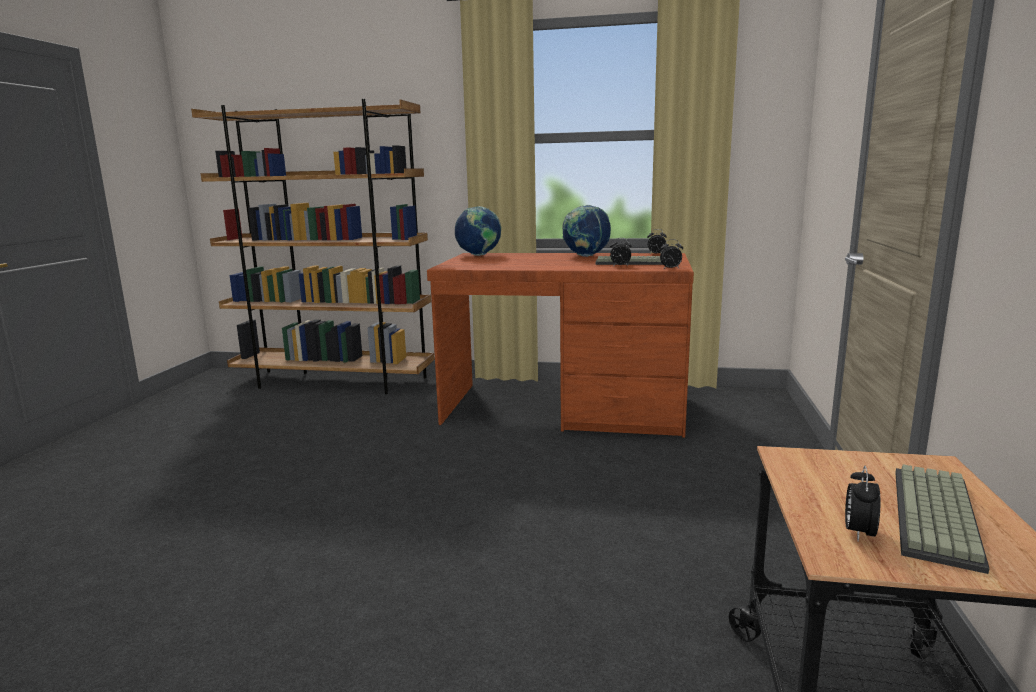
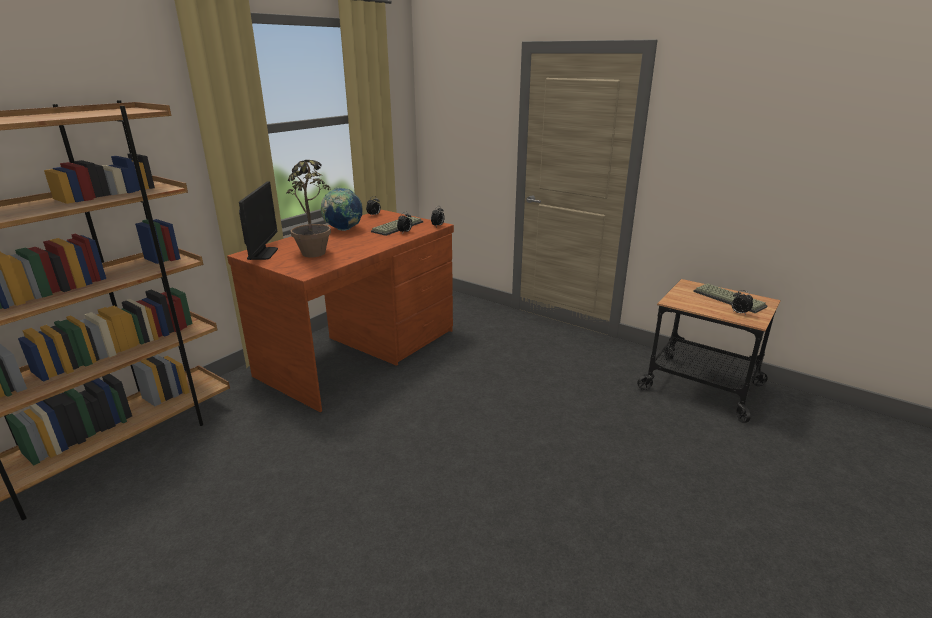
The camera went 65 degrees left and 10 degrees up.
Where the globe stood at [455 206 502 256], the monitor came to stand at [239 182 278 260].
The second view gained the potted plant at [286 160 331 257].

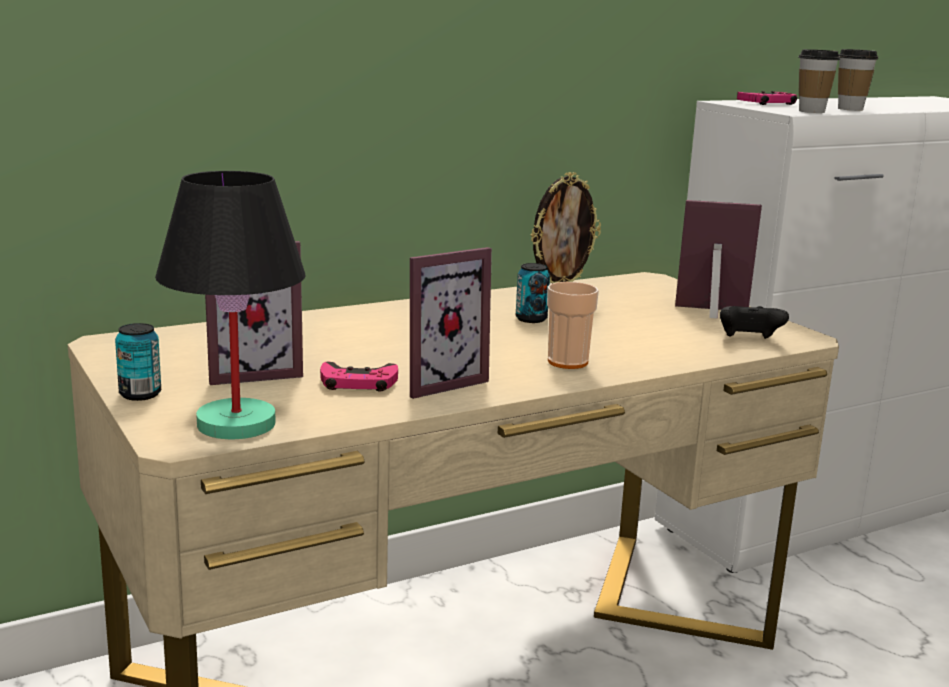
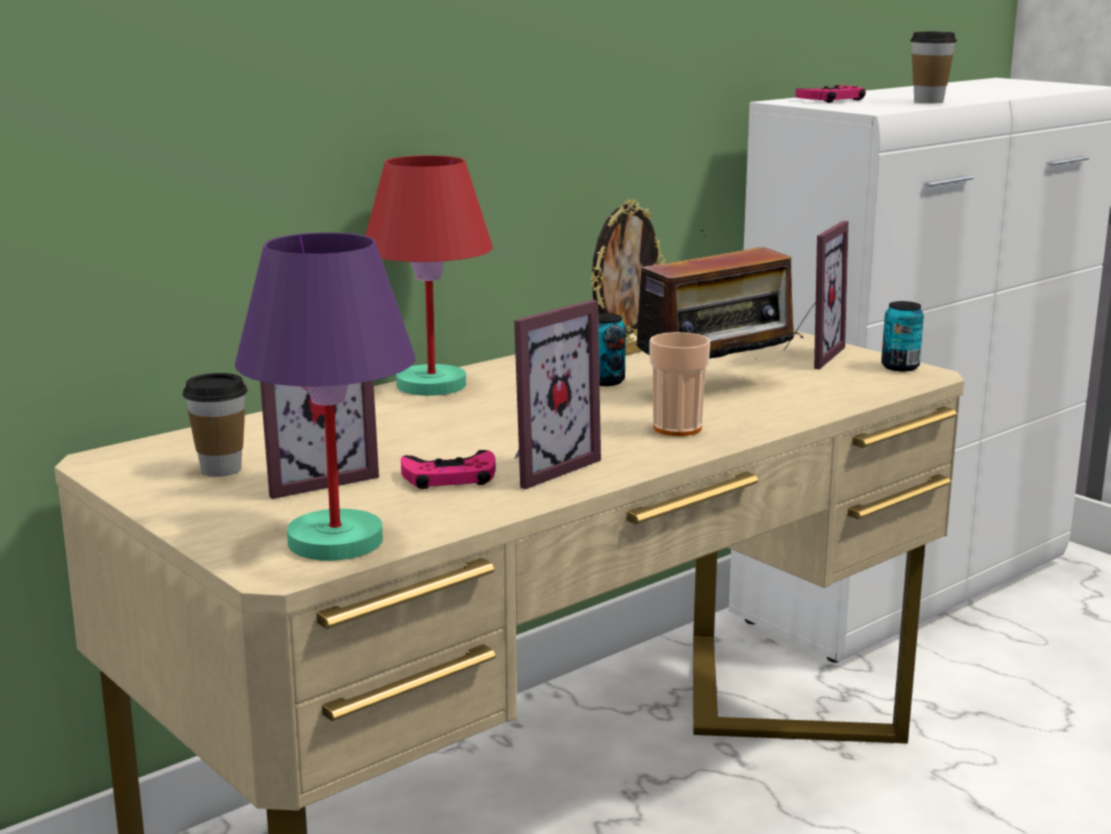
The camera went 10 degrees left and 0 degrees up.
The cup ended up elsewhere, having gone from [798 49 840 113] to [183 373 248 477].
What was the black table lamp at [155 171 305 439] turned into the purple table lamp at [235 232 416 561].
The second view gained the red table lamp at [365 155 493 396].
The second view gained the radio at [622 229 803 359].
The picture frame at [675 200 762 319] ended up facing another way, 120 degrees clockwise from before.
The can ended up elsewhere, having gone from [115 323 161 401] to [881 301 924 371].
The second view lost the black game controller at [720 306 789 339].

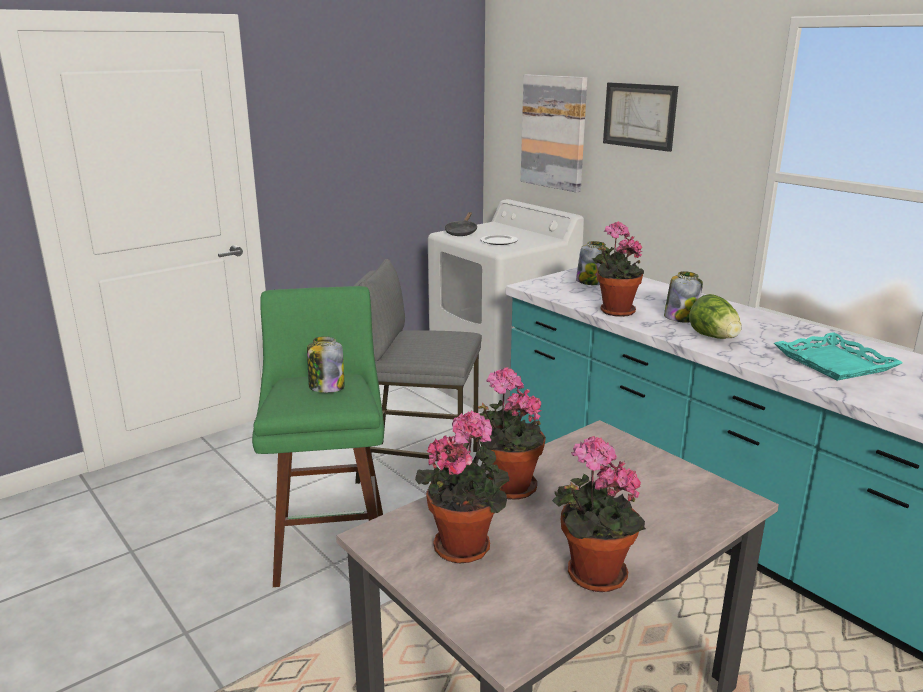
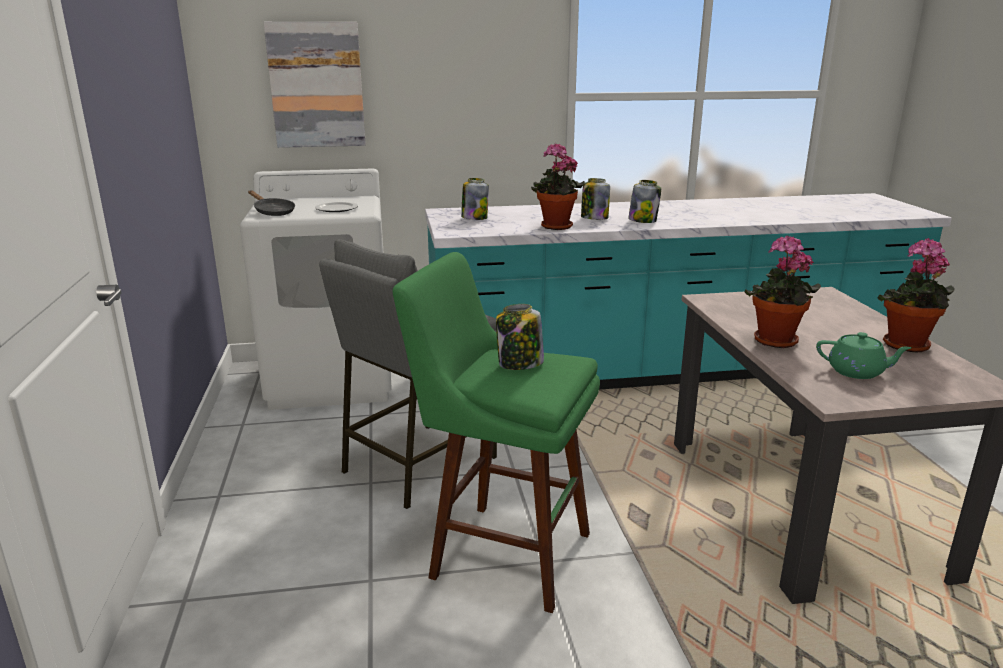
The camera went 60 degrees left and 0 degrees up.
Where the lettuce stood at [689 294 742 339], the jar came to stand at [628 180 661 223].
Where the potted plant stood at [415 410 509 563], the green teapot came to stand at [816 332 912 379].
The second view lost the picture at [603 82 678 152].
The second view lost the turquoise tray at [774 332 903 381].

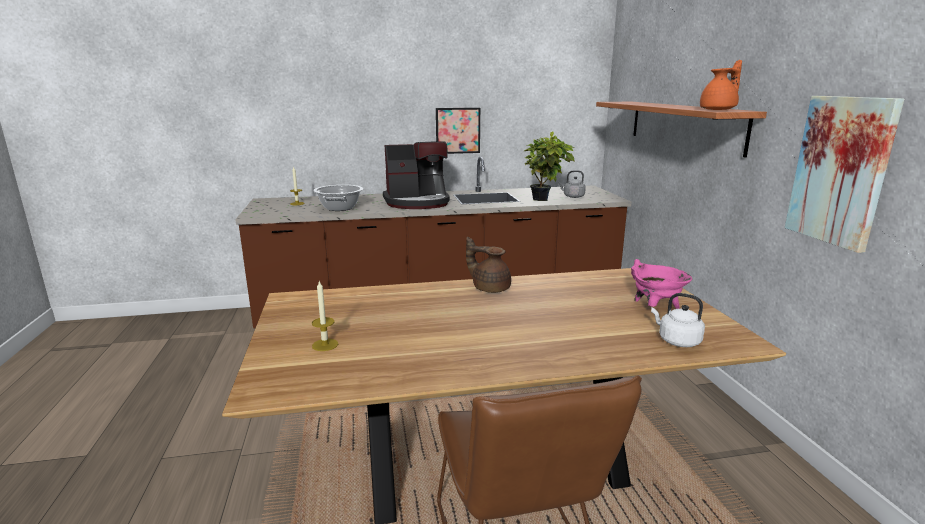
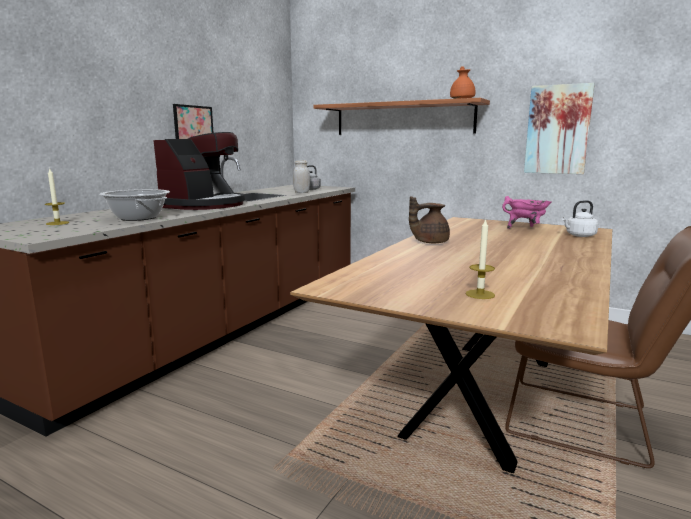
The camera went 50 degrees left and 5 degrees down.
Where the potted plant stood at [524 131 575 201], the white jar came to stand at [293 160 310 193].

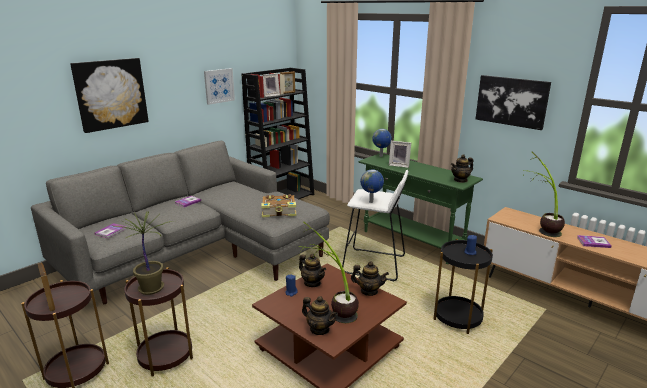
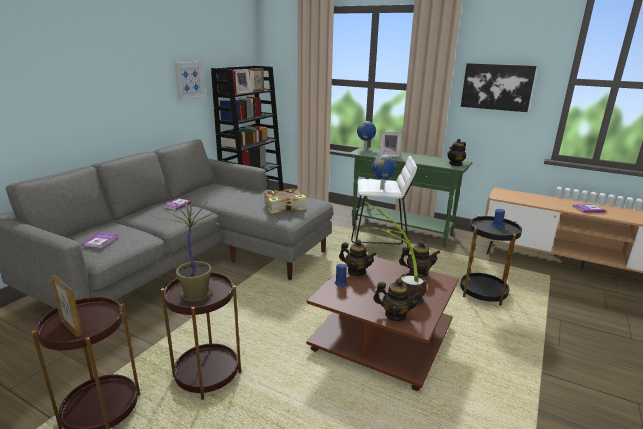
The camera went 15 degrees left and 0 degrees up.
The second view lost the picture at [70 58 149 133].
The second view lost the potted plant at [524 152 565 237].

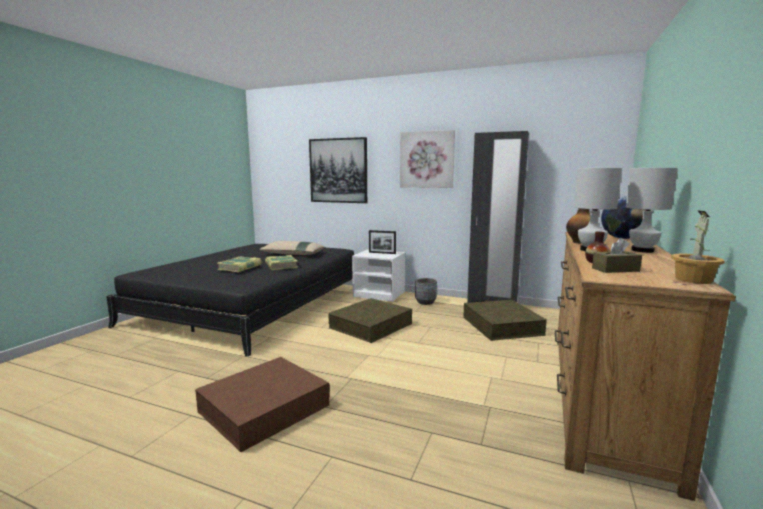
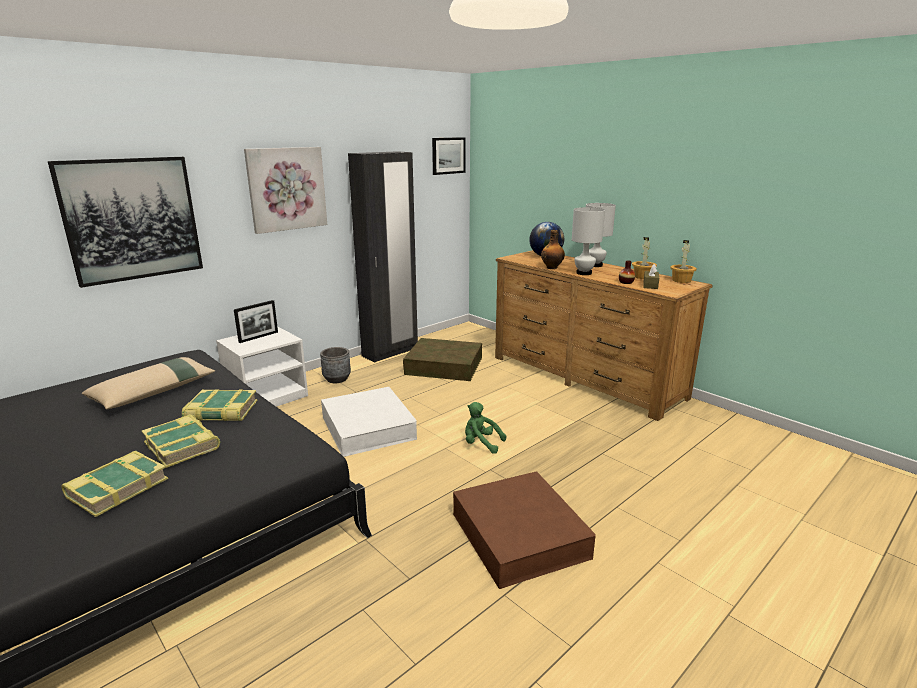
The camera went 65 degrees left and 10 degrees up.
The second view gained the book at [62 451 168 517].
What was the brown storage box at [328 298 412 343] turned into the white storage box at [321 387 417 457].
The second view gained the picture at [432 137 466 175].
The second view gained the green plush toy at [465 402 506 454].
The second view gained the potted plant at [632 237 657 279].

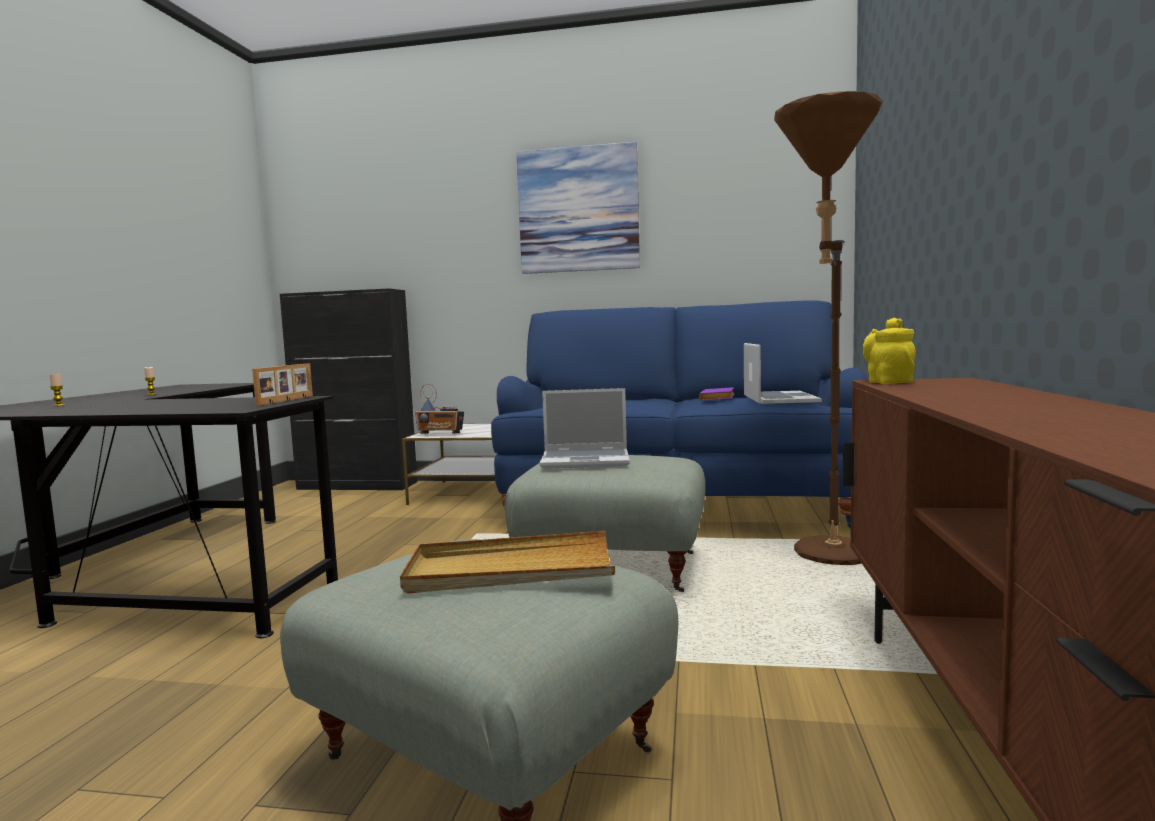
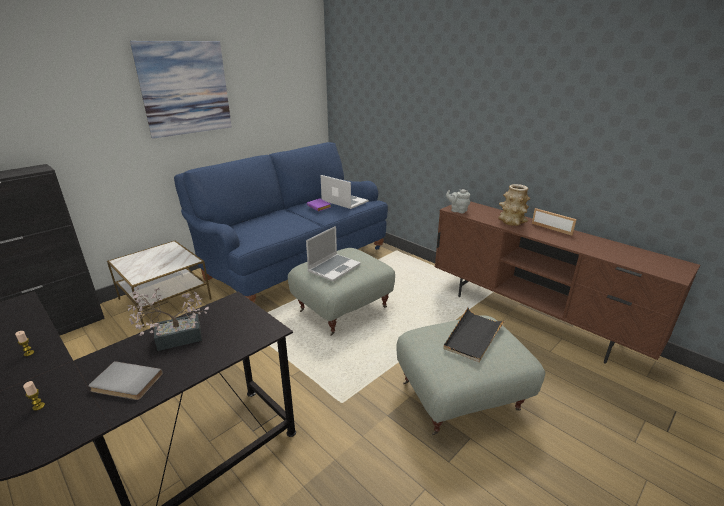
The camera went 55 degrees left and 20 degrees up.
The second view gained the grey book at [88 361 163 400].
The second view gained the potted plant at [128 288 209 351].
What was the beige tray at [400 531 615 594] turned into the black tray at [443 308 506 362].
What was the yellow teapot at [863 318 916 384] turned into the grey teapot at [446 189 470 213].
The second view gained the vase at [498 184 530 226].
The picture frame ended up elsewhere, having gone from [252 363 313 406] to [532 208 577 236].
The second view lost the radio at [415 384 464 434].
The second view lost the brown floor lamp at [774 91 883 565].

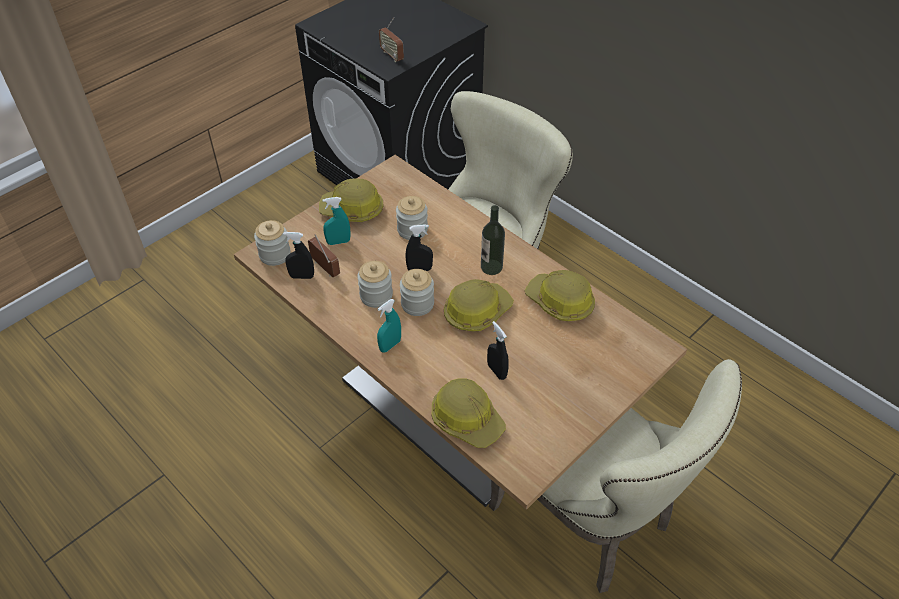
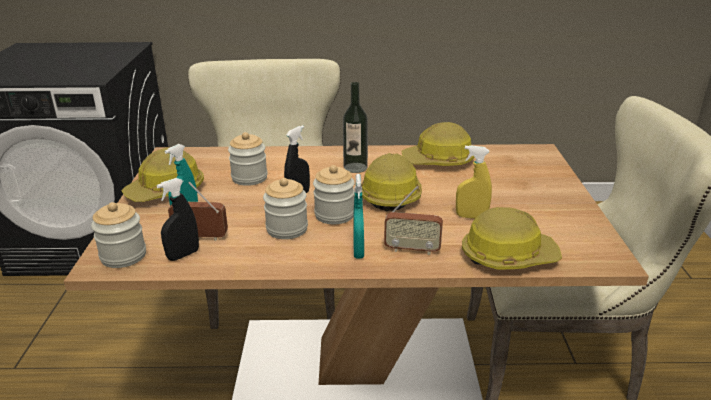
The camera went 45 degrees left and 20 degrees down.
The radio ended up elsewhere, having gone from [379 17 404 62] to [384 186 443 255].
What was the black spray bottle at [487 321 509 380] turned into the yellow spray bottle at [456 145 492 219].

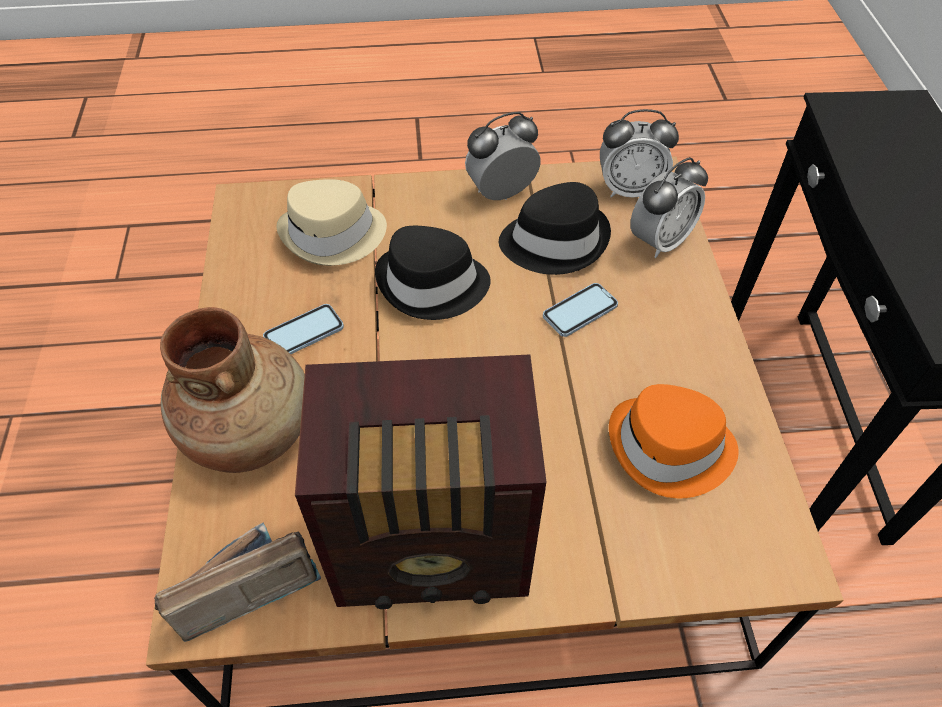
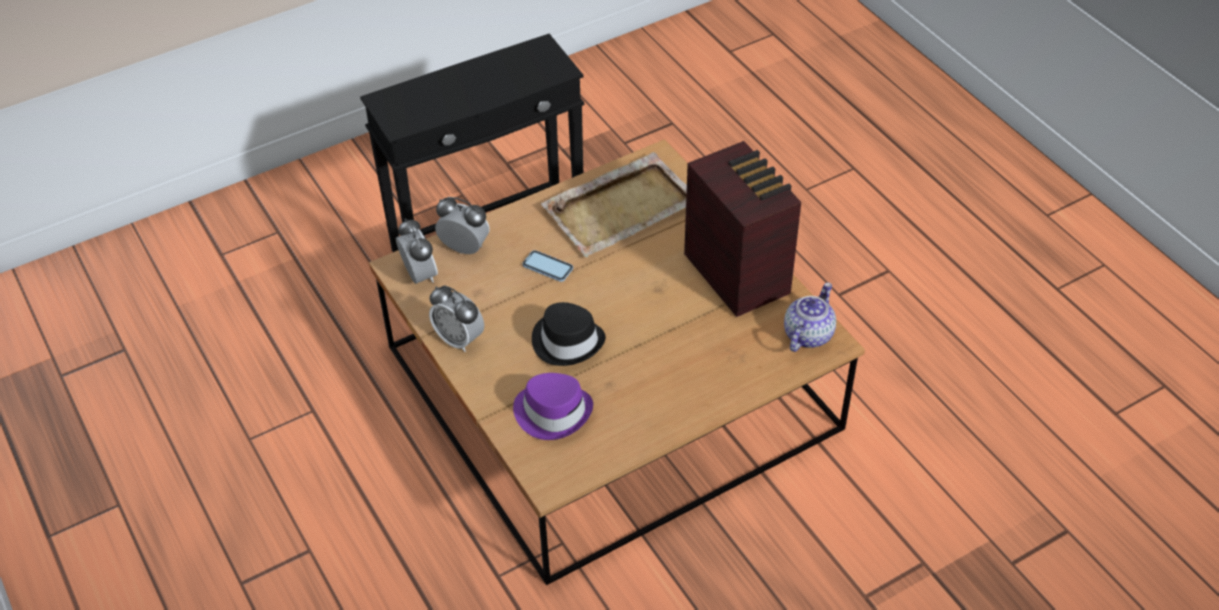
The camera went 115 degrees left and 5 degrees down.
What was the beige hat at [276 179 387 266] turned into the purple hat at [513 373 593 440].
Where the orange hat stood at [609 384 739 498], the beige tray came to stand at [541 152 687 257].
Where the radio stood at [154 522 321 642], the teapot came to stand at [784 283 836 352].
The second view lost the brown vase at [160 307 305 473].
The second view lost the phone at [263 304 344 354].
The second view lost the black hat at [499 182 611 275].

